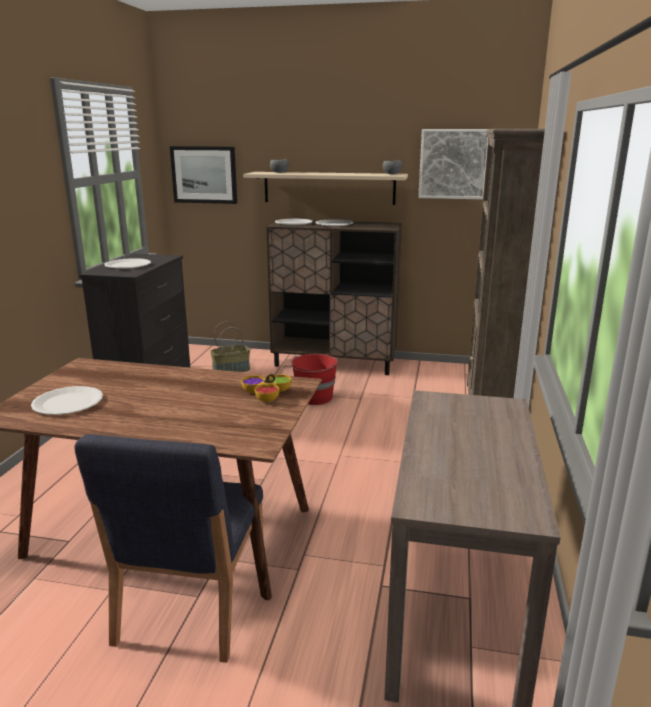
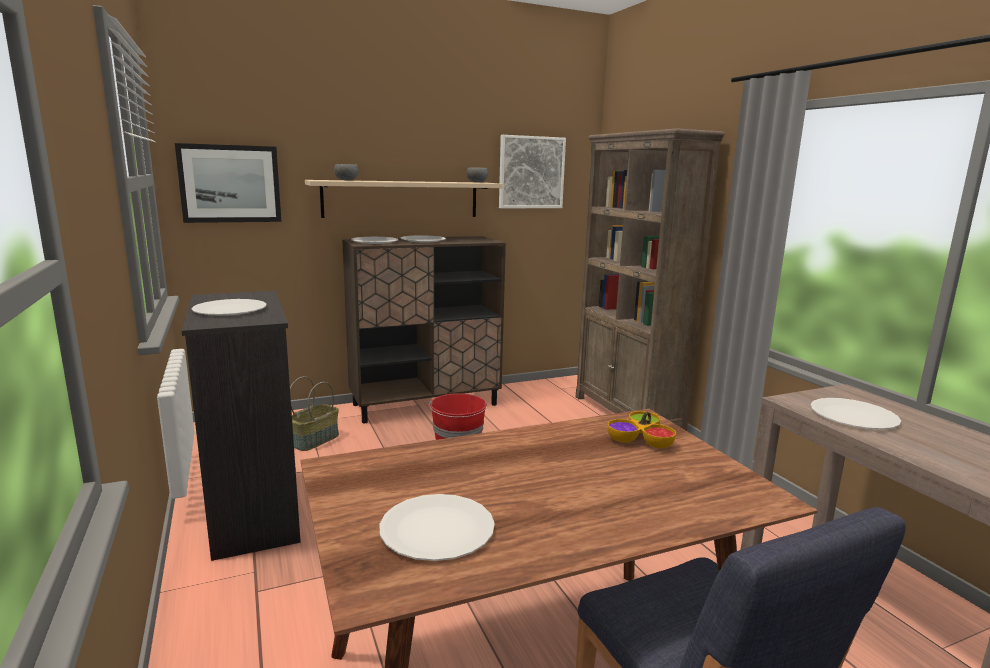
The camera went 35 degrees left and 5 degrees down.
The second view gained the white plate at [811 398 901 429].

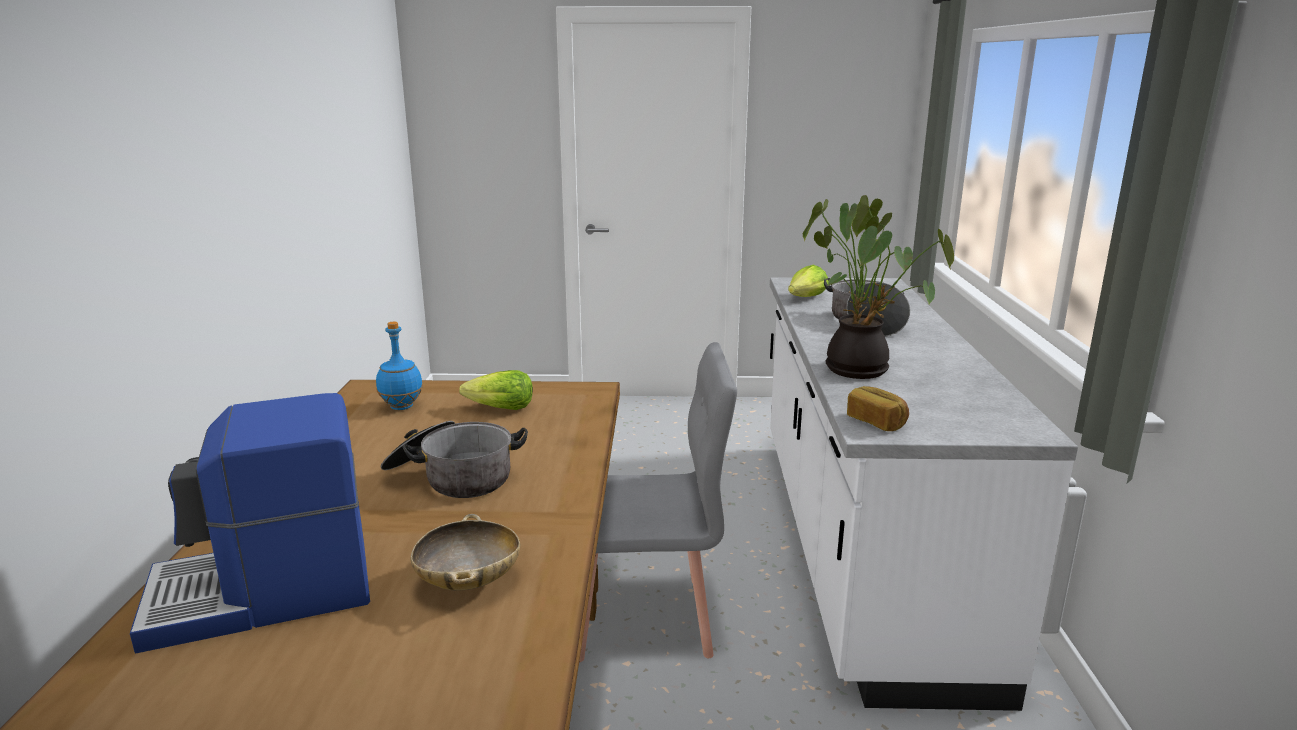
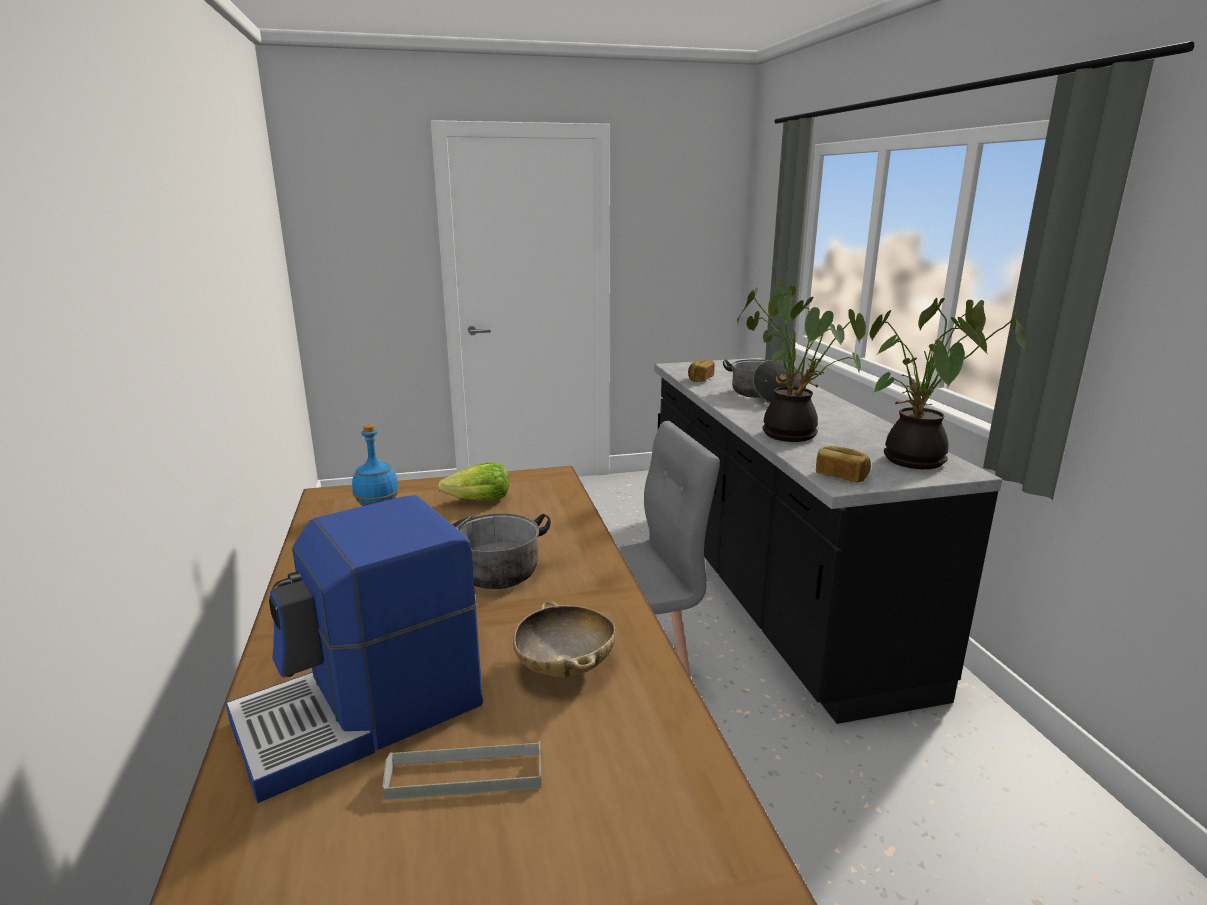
The camera went 15 degrees left and 0 degrees up.
The second view gained the grey tray at [382 741 541 800].
What was the white counter at [770 277 1078 711] turned into the black counter at [654 358 1003 724].
Where the lettuce stood at [788 265 829 297], the bread came to stand at [688 359 715 382].
The second view gained the potted plant at [869 298 1026 469].

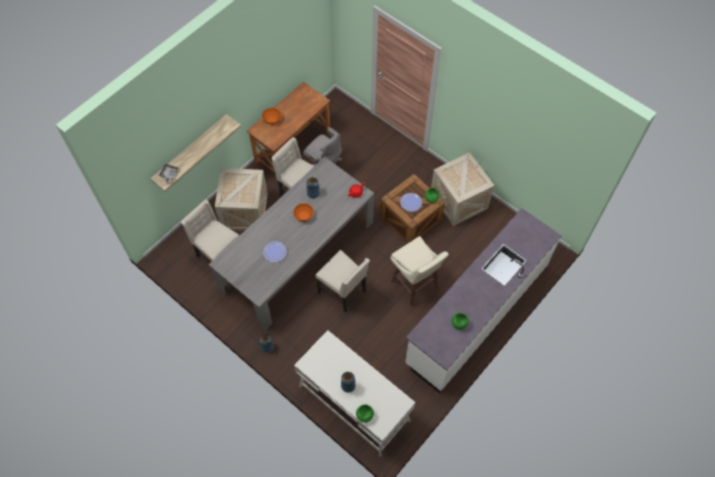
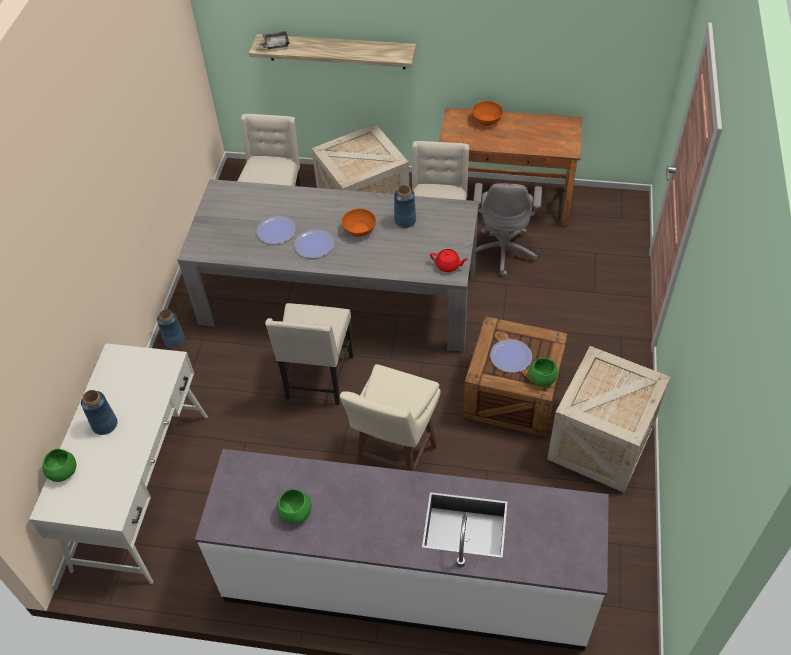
The camera went 60 degrees right and 10 degrees down.
The second view gained the plate at [294 229 334 258].

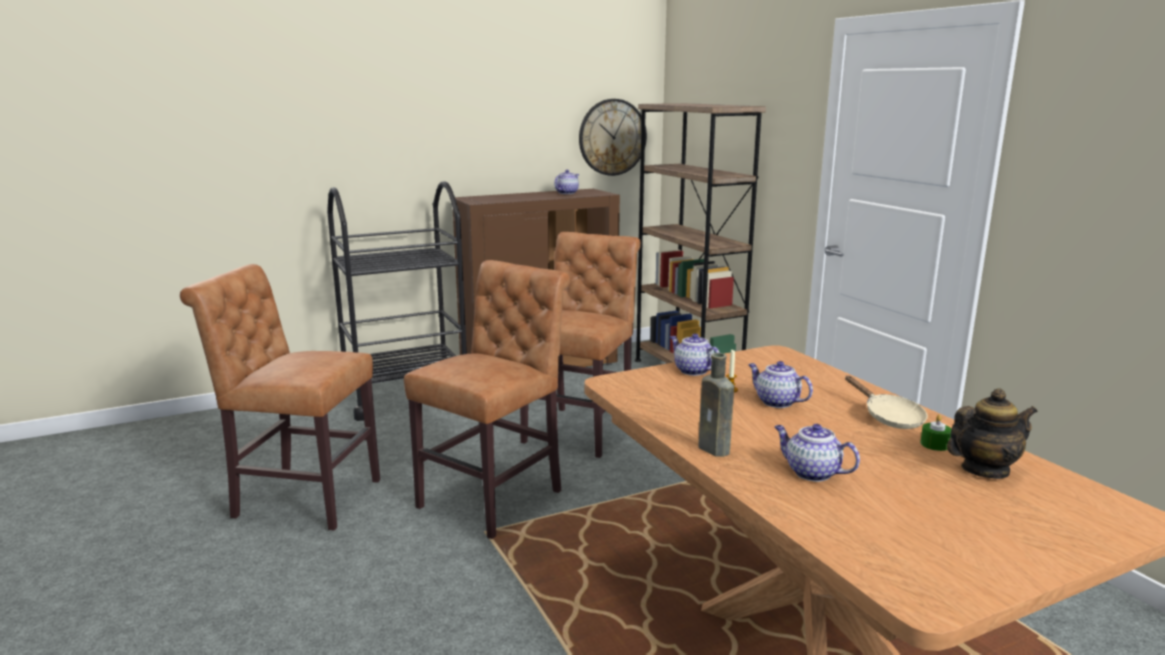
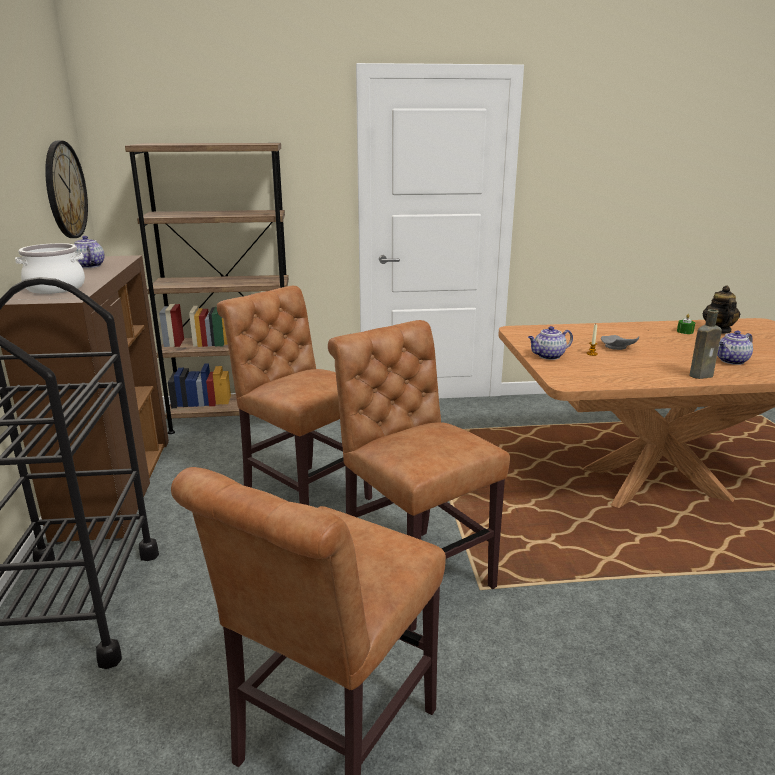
The camera went 70 degrees left and 5 degrees up.
The second view gained the cooking pot at [15 243 85 294].
Where the teapot stood at [748 361 813 408], the grey plate came to stand at [601 335 639 350].
The second view lost the beige frying pan at [845 376 928 429].

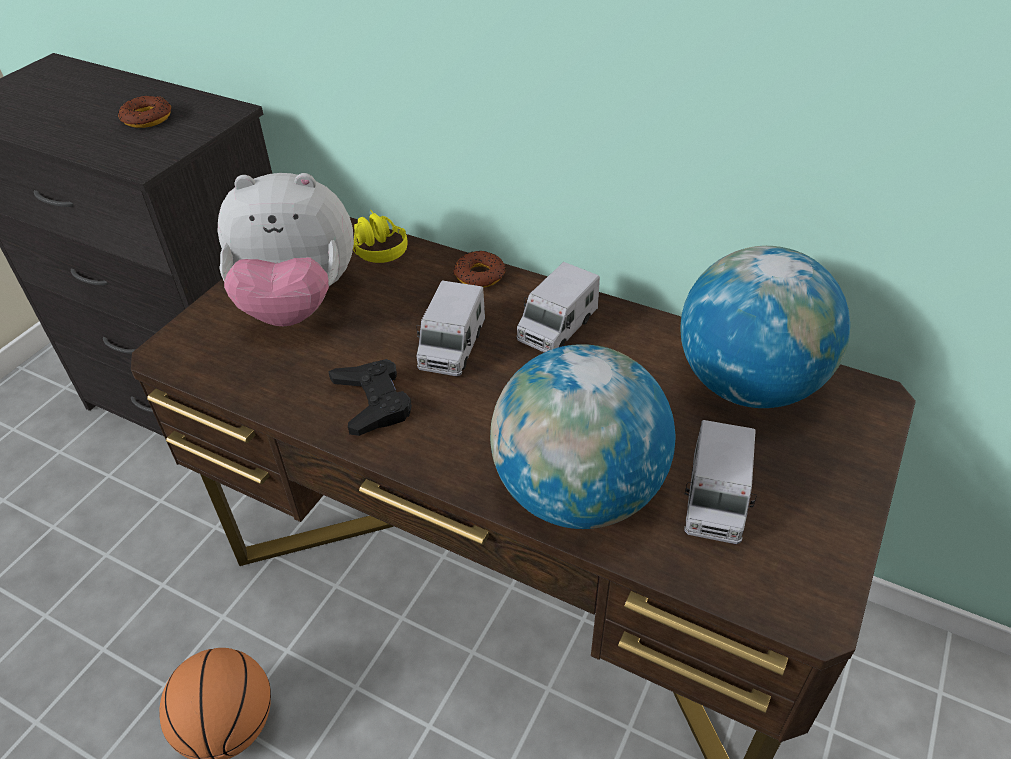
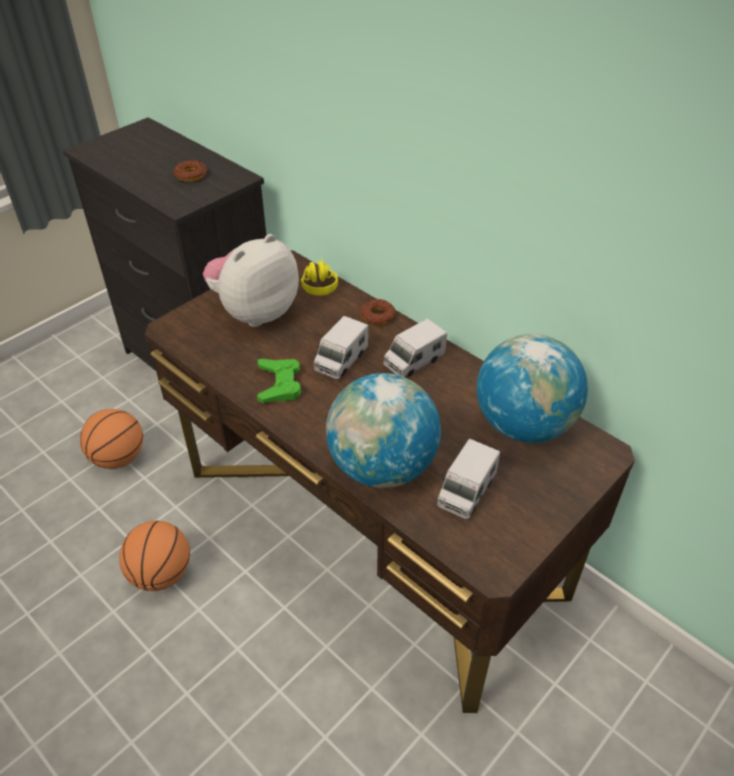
The camera went 15 degrees right and 0 degrees up.
The second view gained the basketball at [80 409 143 469].
The plush toy at [218 173 354 326] ended up facing another way, 120 degrees clockwise from before.
What was the black game controller at [328 359 412 436] turned into the green game controller at [257 359 301 403].

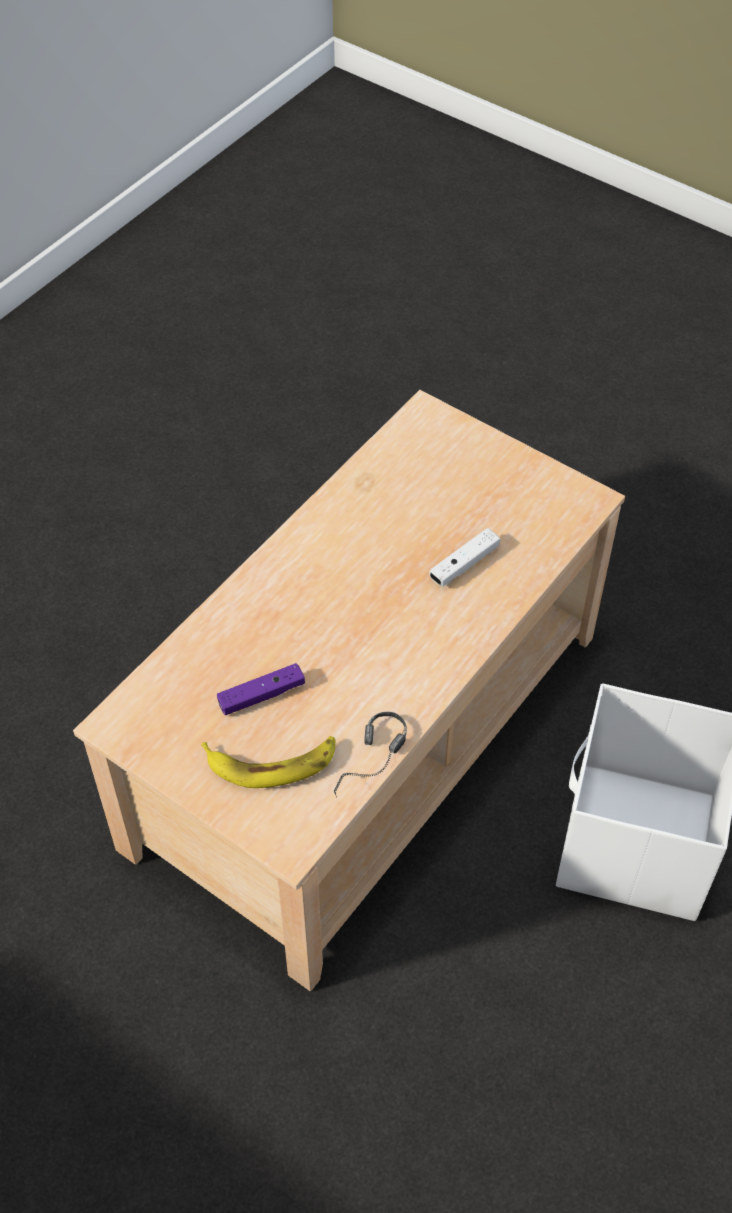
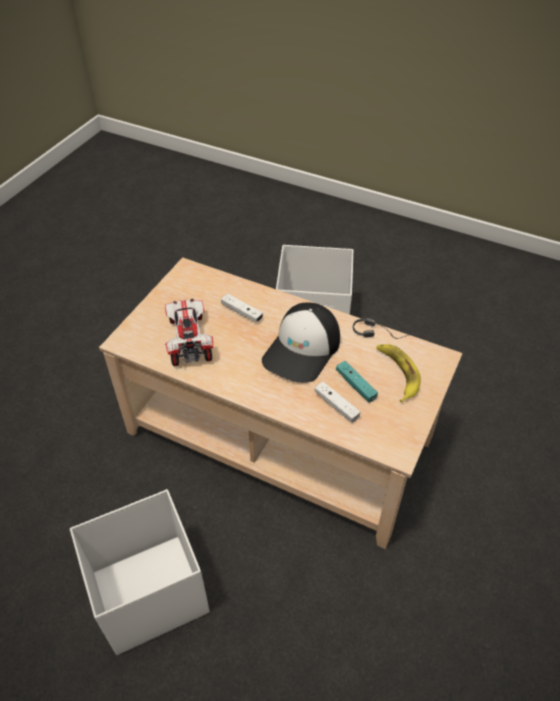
The camera went 100 degrees left and 5 degrees down.
The second view gained the white storage box at [70 489 210 655].
The second view gained the toy car at [165 299 213 366].
The second view gained the cap at [262 303 340 383].
The second view gained the white game controller at [314 382 360 423].
What was the purple game controller at [217 663 305 715] turned into the turquoise game controller at [336 361 378 403].

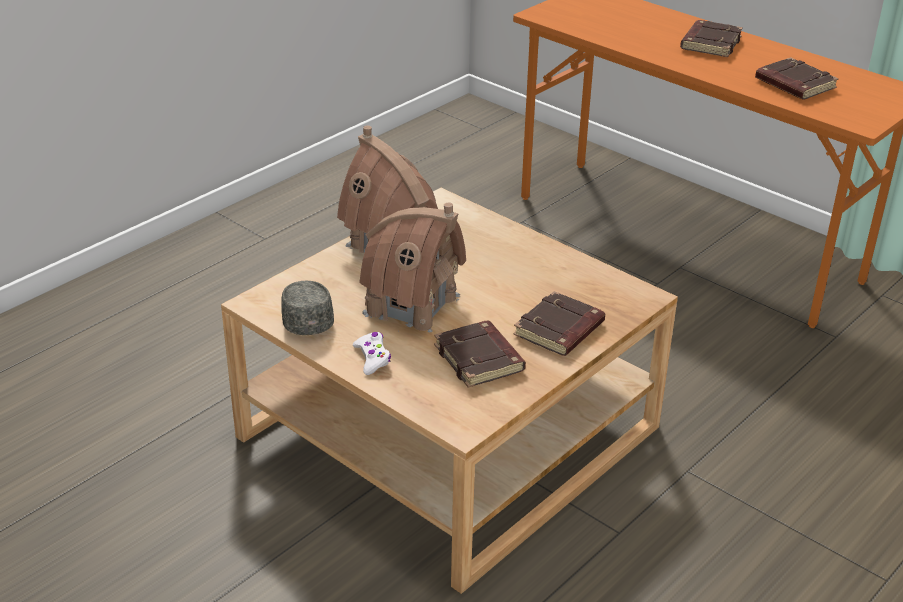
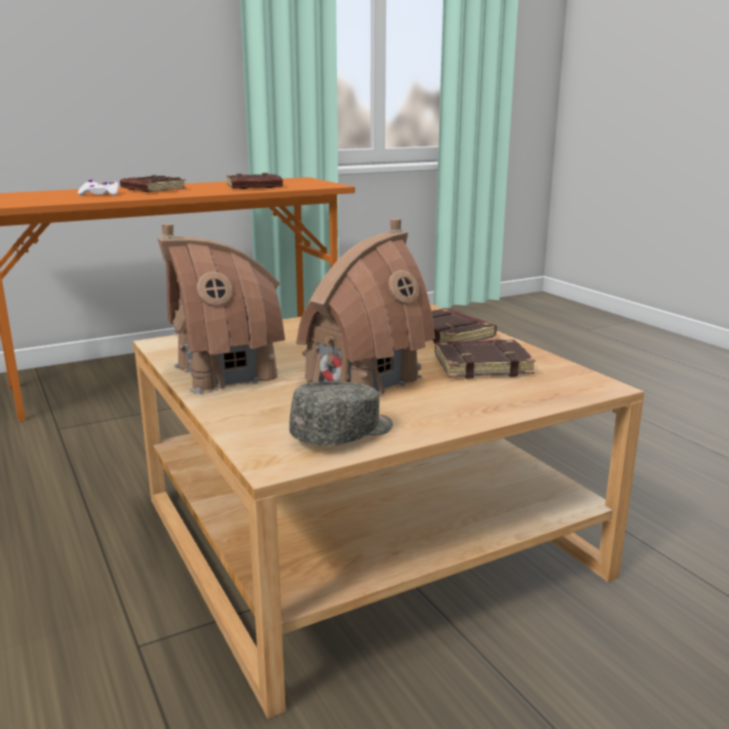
The camera went 70 degrees left and 15 degrees down.
The white game controller ended up elsewhere, having gone from [353 332 391 375] to [78 180 118 196].
The grey cap at [281 281 334 335] ended up facing another way, 135 degrees clockwise from before.

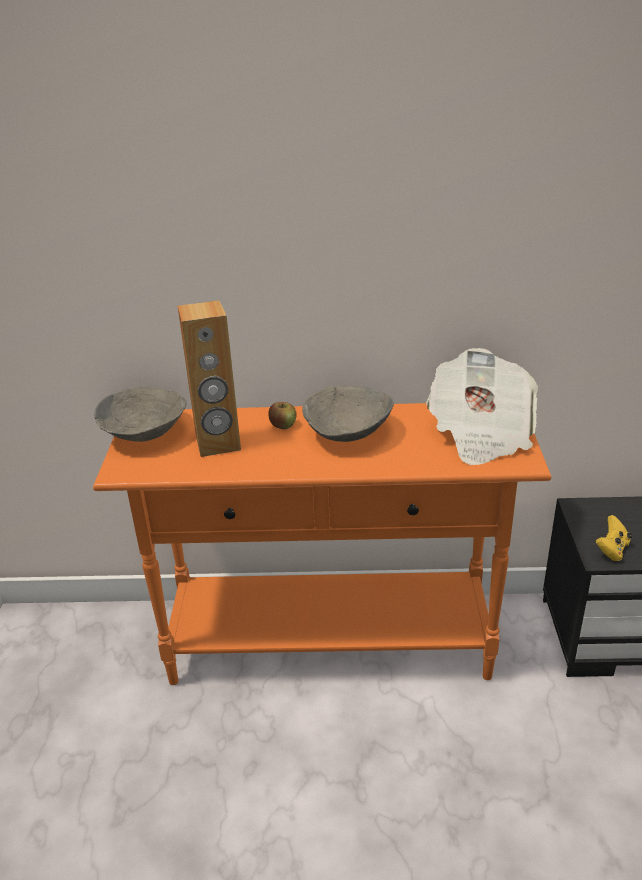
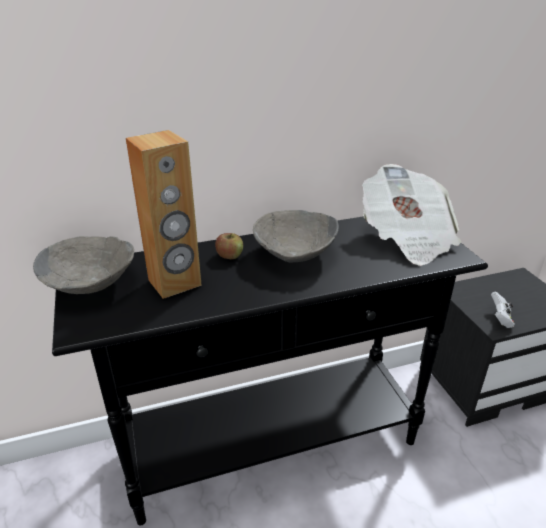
The camera went 20 degrees left and 0 degrees up.
What was the orange console table at [93 403 551 685] turned into the black console table at [52 216 488 526].
What was the yellow game controller at [596 515 632 561] turned into the white game controller at [491 292 515 328].

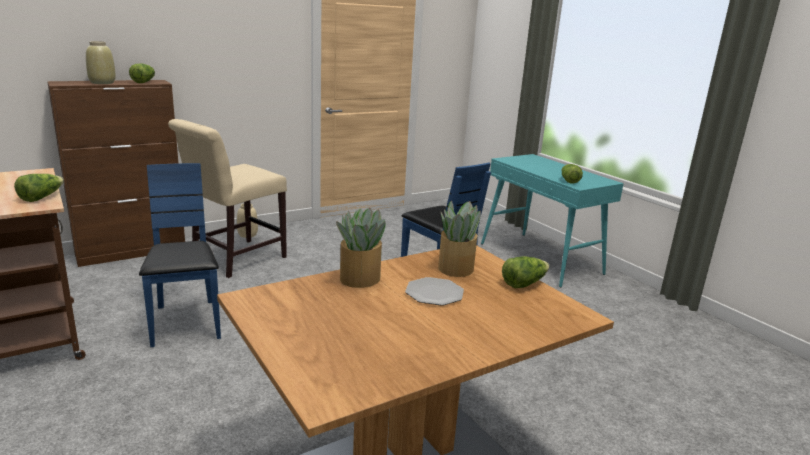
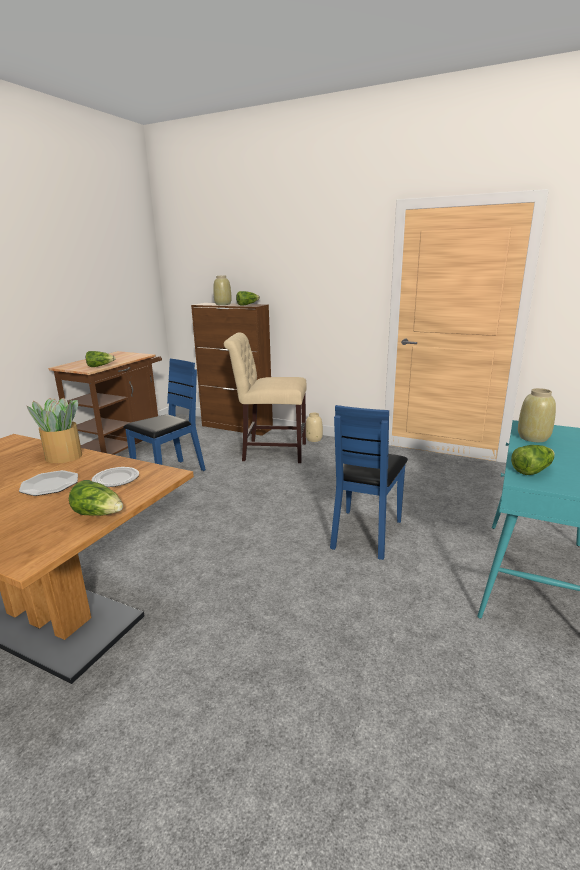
The camera went 60 degrees right and 0 degrees up.
Where the potted plant stood at [438 200 481 277], the plate came to stand at [92 467 139 487].
The second view gained the beige vase at [518 388 556 442].

